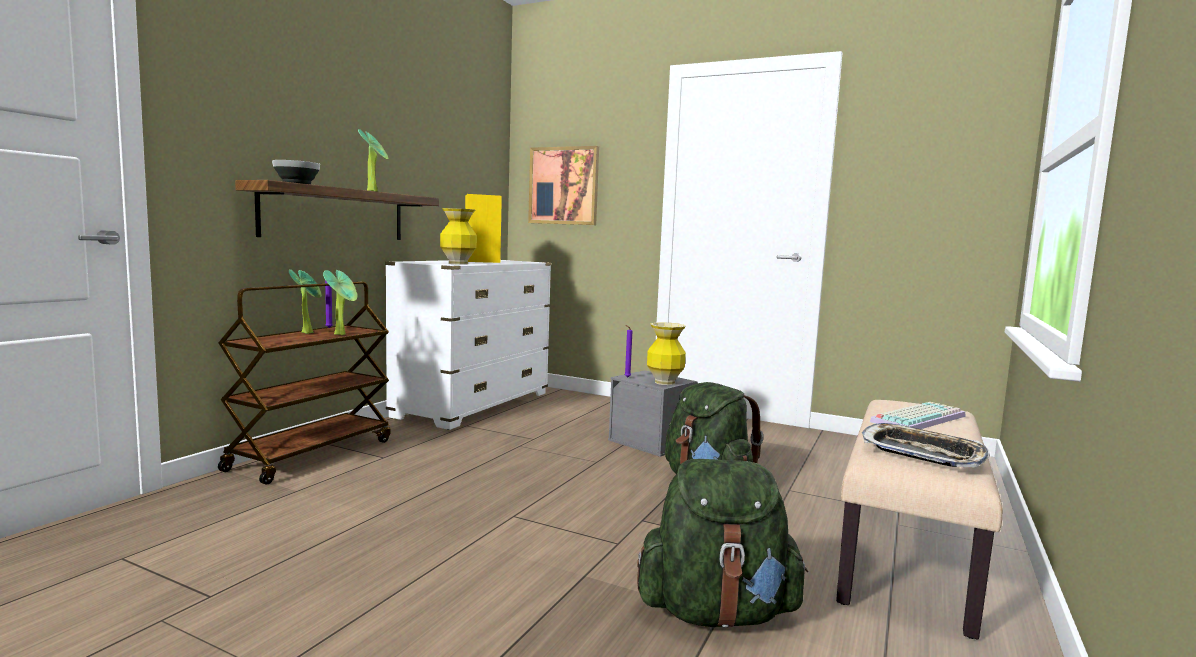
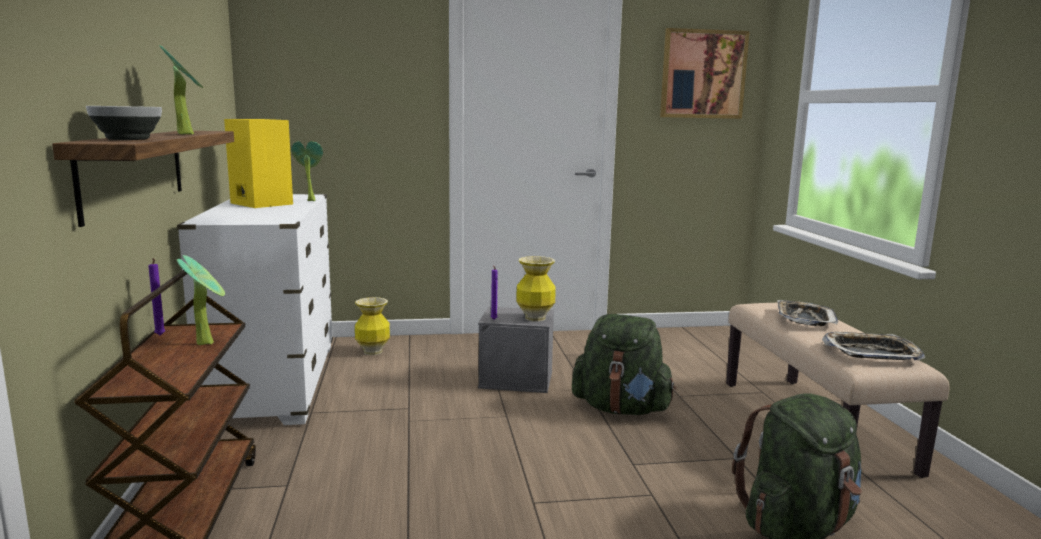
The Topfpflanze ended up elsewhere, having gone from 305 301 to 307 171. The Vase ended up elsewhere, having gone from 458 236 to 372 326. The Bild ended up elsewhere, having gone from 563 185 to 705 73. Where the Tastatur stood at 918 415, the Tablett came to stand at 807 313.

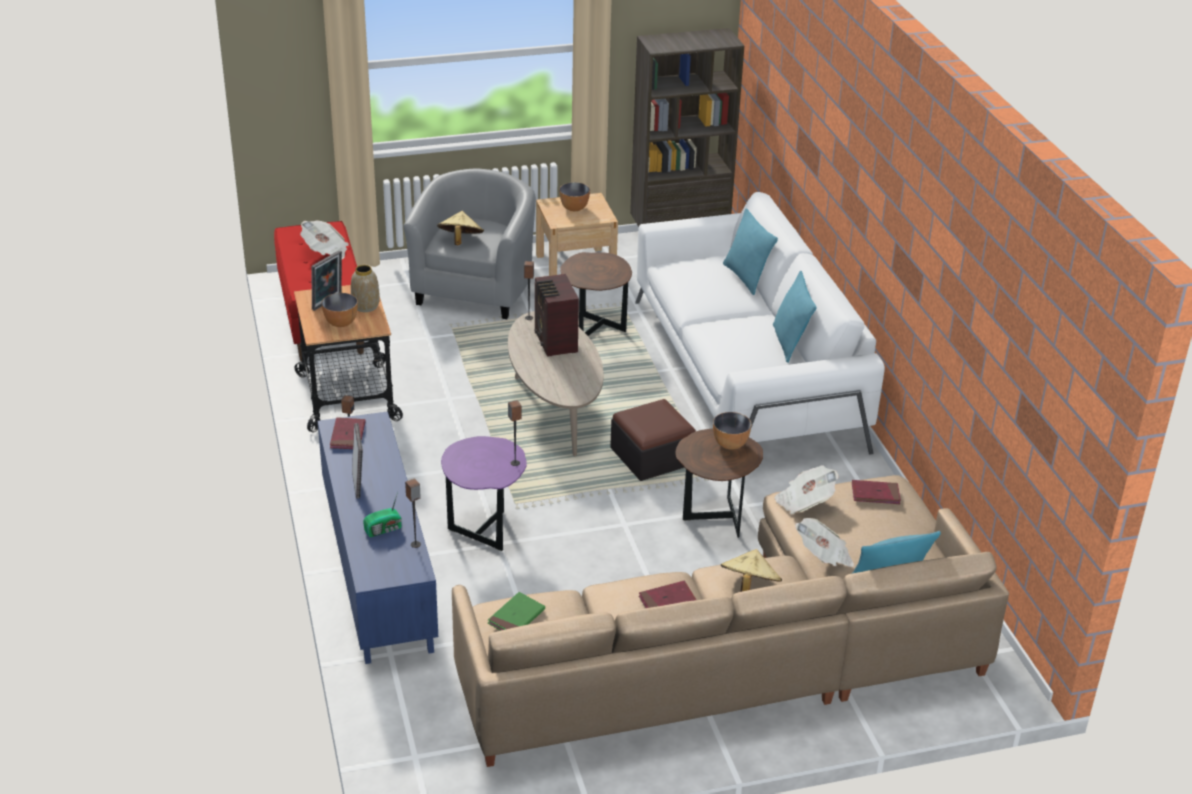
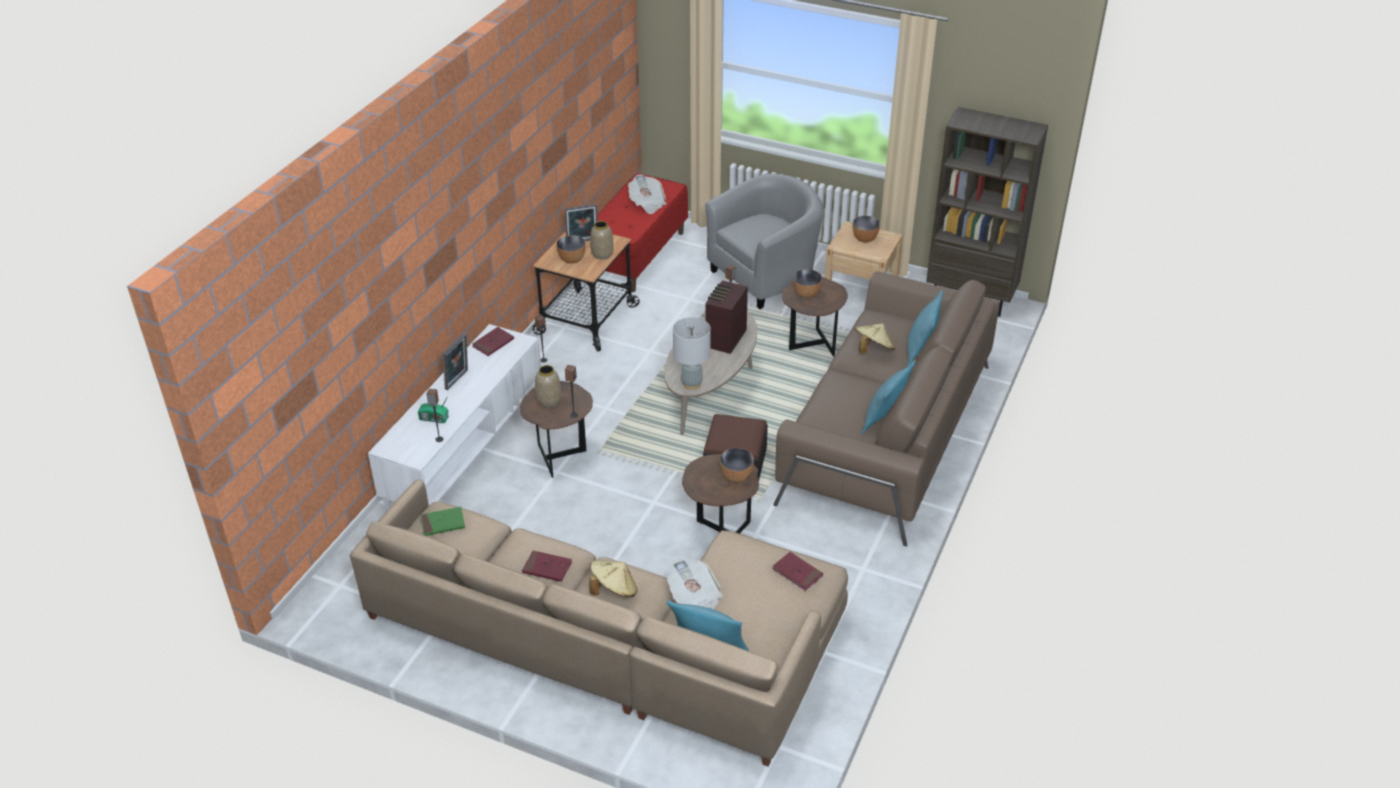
What was the Fernsehschrank [blau] at 377 537 turned into the Fernsehschrank [weiß] at 454 417. The Hut [beige] ended up elsewhere, having gone from 460 228 to 875 338. What was the Beistelltisch [lila] at 484 493 turned into the Beistelltisch [braun] at 556 429. What was the Sofa [weiß] at 760 323 turned into the Sofa [braun] at 886 408. The second view lost the Zeitung at 806 490. The second view gained the Vase at 548 386. The second view gained the Tischlampe [grau] at 692 353. The second view gained the Schüssel at 807 283.

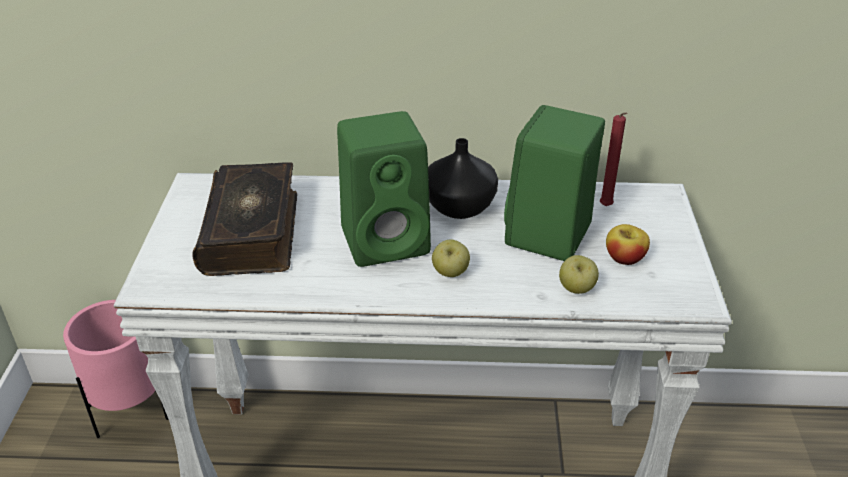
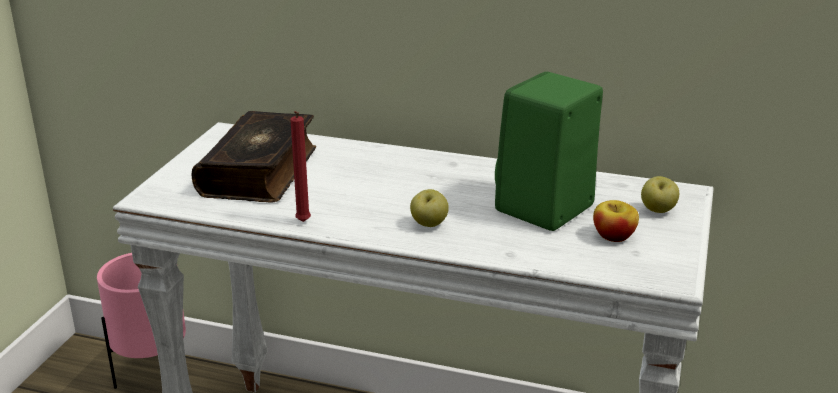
The second view lost the Lautsprecher [grün] at 384 189. The second view lost the Vase [schwarz] at 463 178. The Apfel ended up elsewhere, having gone from 579 274 to 660 194. The Kerze [rot] ended up elsewhere, having gone from 613 159 to 300 166.

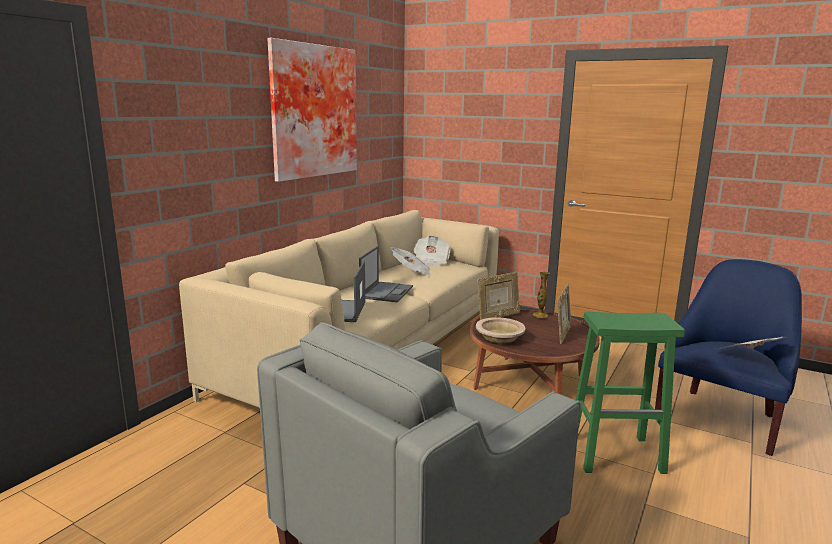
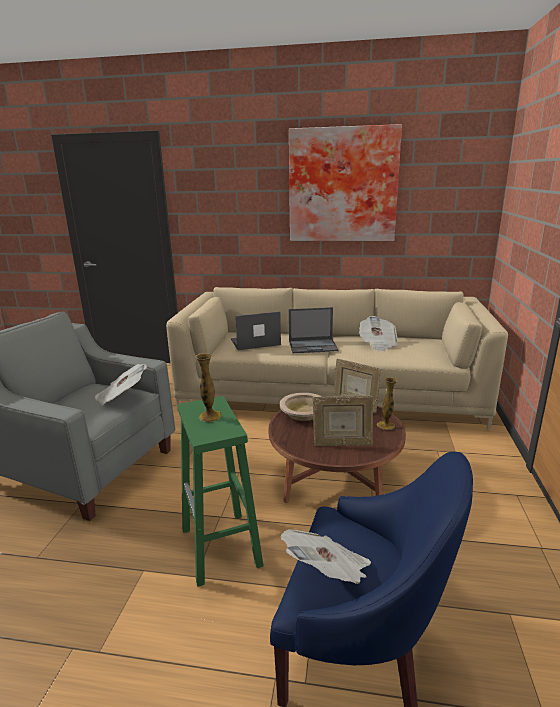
The Zeitung ended up elsewhere, having gone from 432 251 to 121 384. The second view gained the Vase at 209 387.

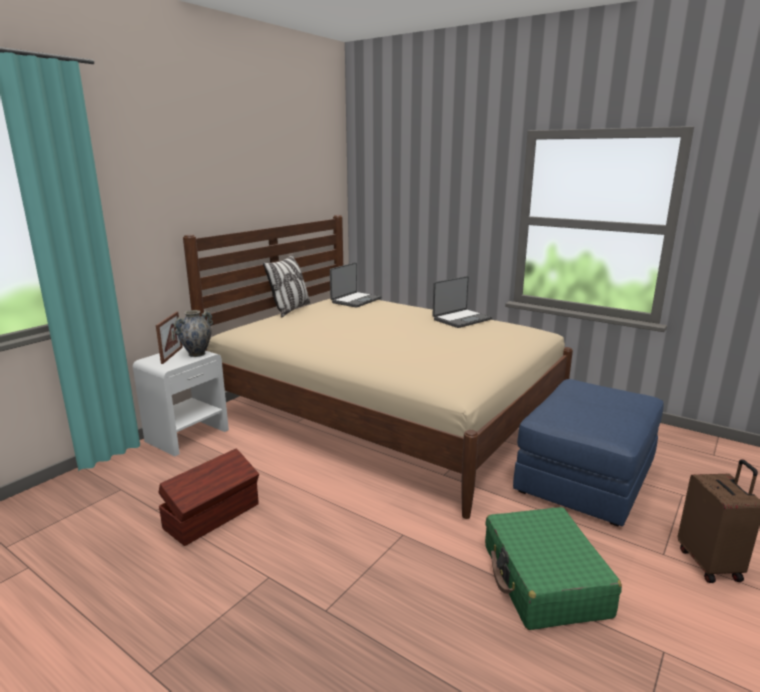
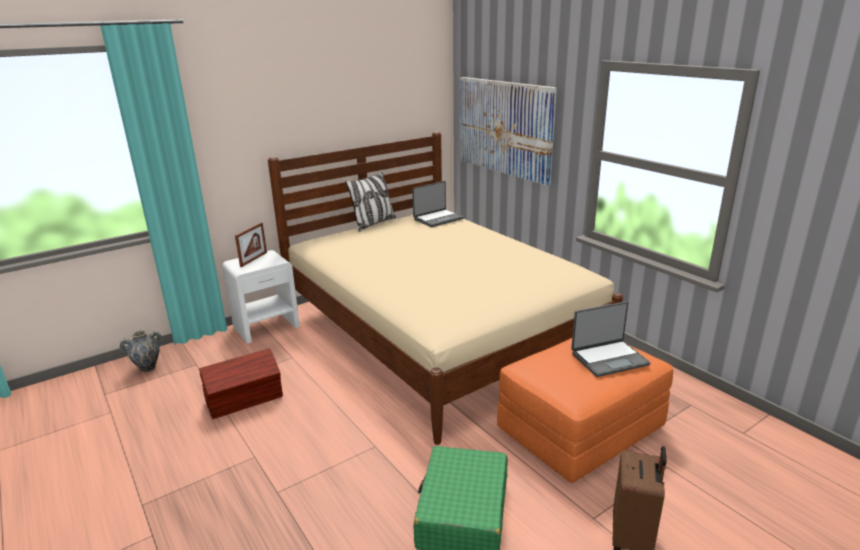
The Vase ended up elsewhere, having gone from 193 333 to 141 351. The Laptop ended up elsewhere, having gone from 462 302 to 610 339. What was the Polsterhocker [blau] at 588 452 turned into the Polsterhocker [orange] at 585 410. The second view gained the Bild at 508 131.

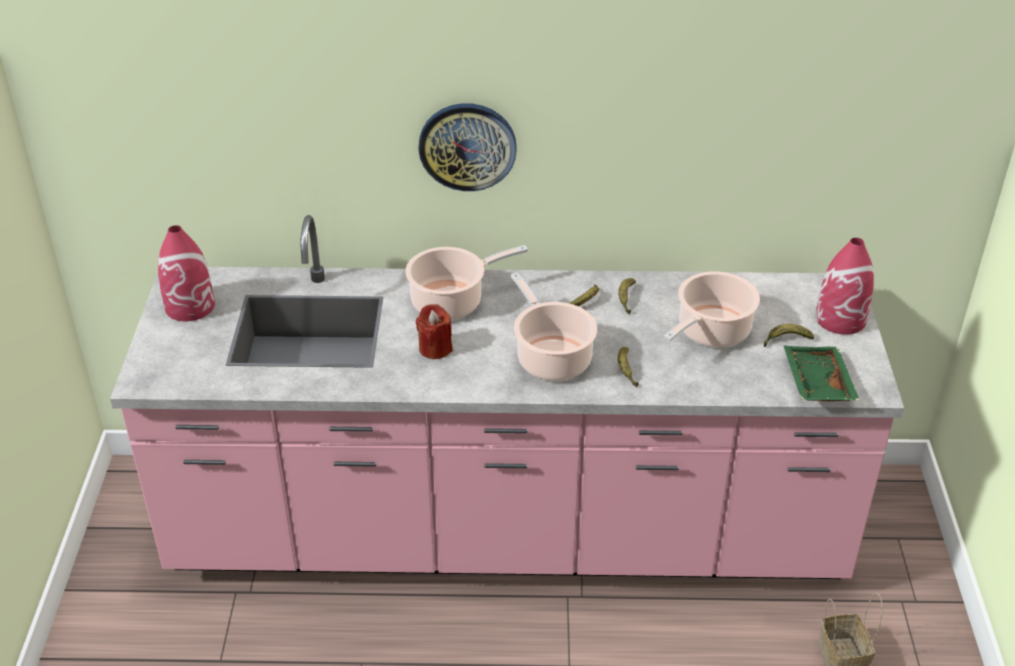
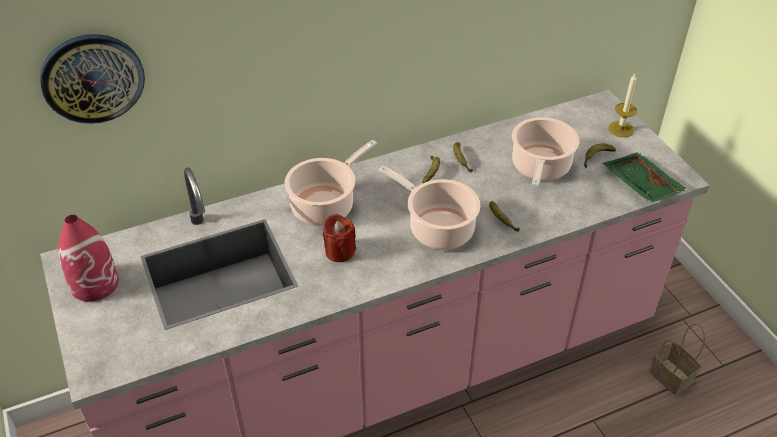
The Wanduhr ended up elsewhere, having gone from 467 147 to 92 79. Where the Vase [rot] stood at 845 286, the Kerze came to stand at 622 105.

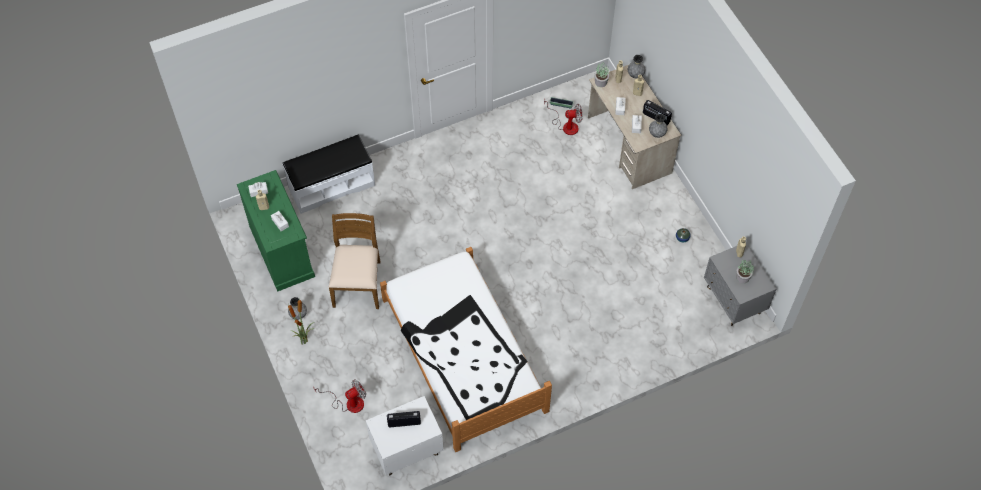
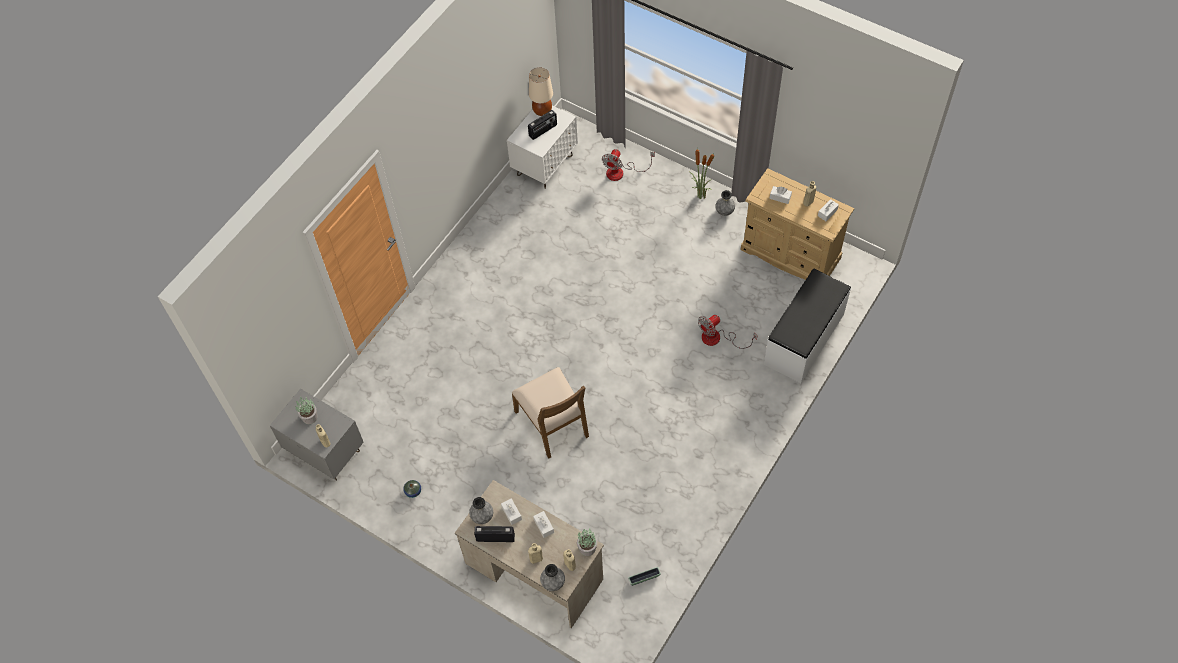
What was the Kommode [grün] at 276 231 turned into the Kommode [beige] at 797 224. The Stuhl [braun] ended up elsewhere, having gone from 354 261 to 550 413. The second view lost the Bett [weiß] at 466 349. The Ventilator ended up elsewhere, having gone from 563 116 to 727 332. The second view gained the Tischlampe [beige] at 541 91.

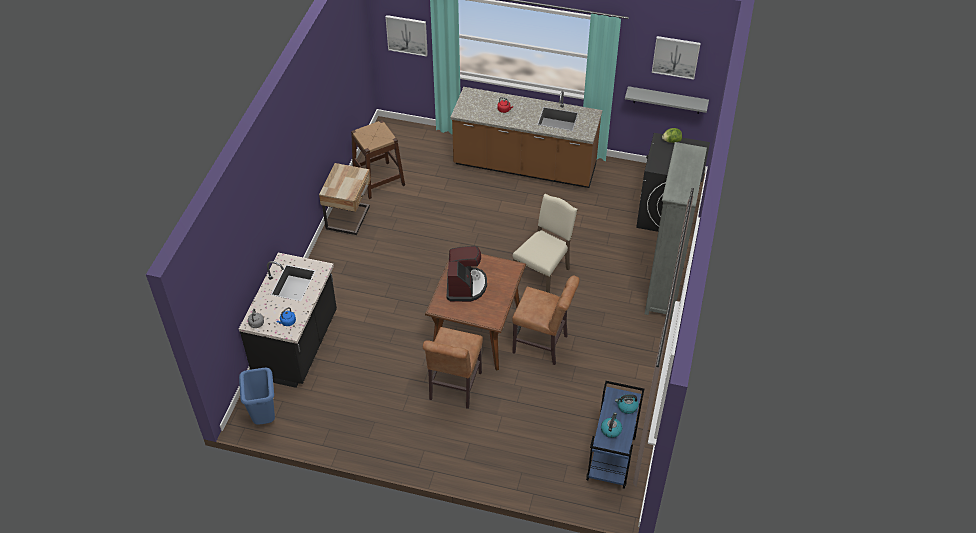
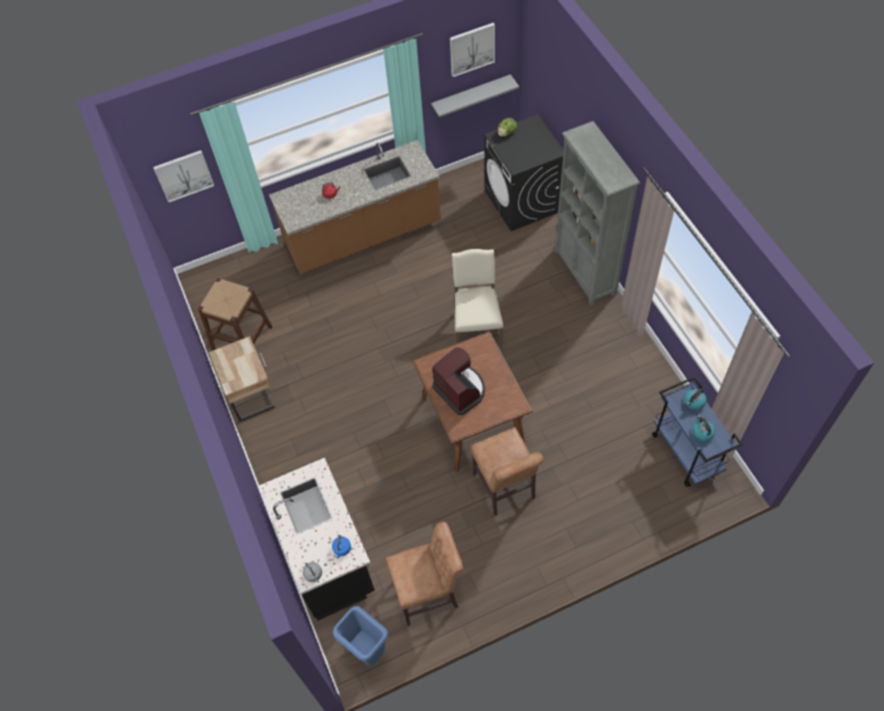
The Stuhl [braun] ended up elsewhere, having gone from 546 320 to 424 574.

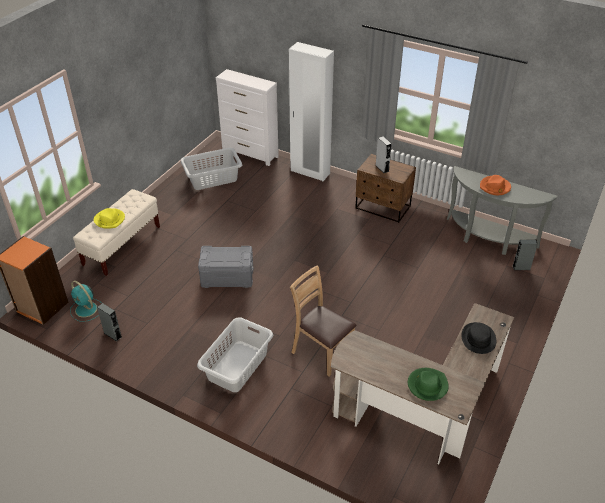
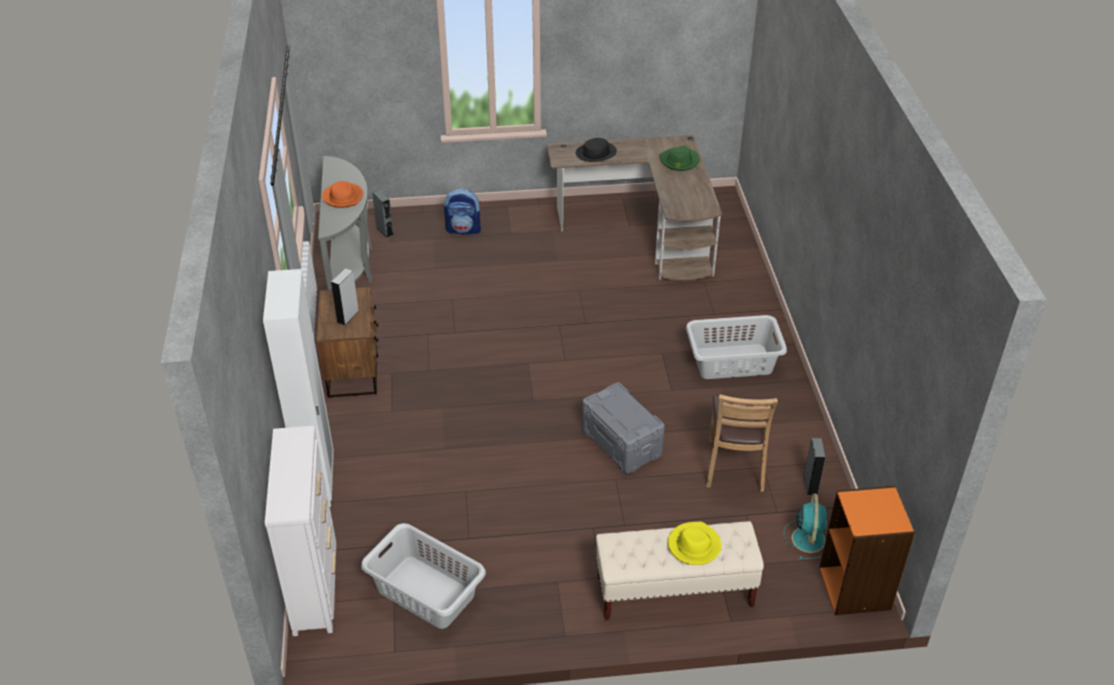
The Stuhl [braun] ended up elsewhere, having gone from 323 321 to 742 443. The second view gained the Rucksack at 462 211.

